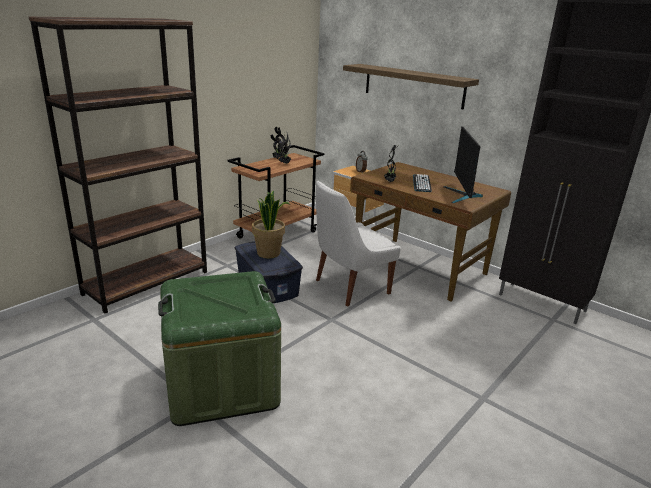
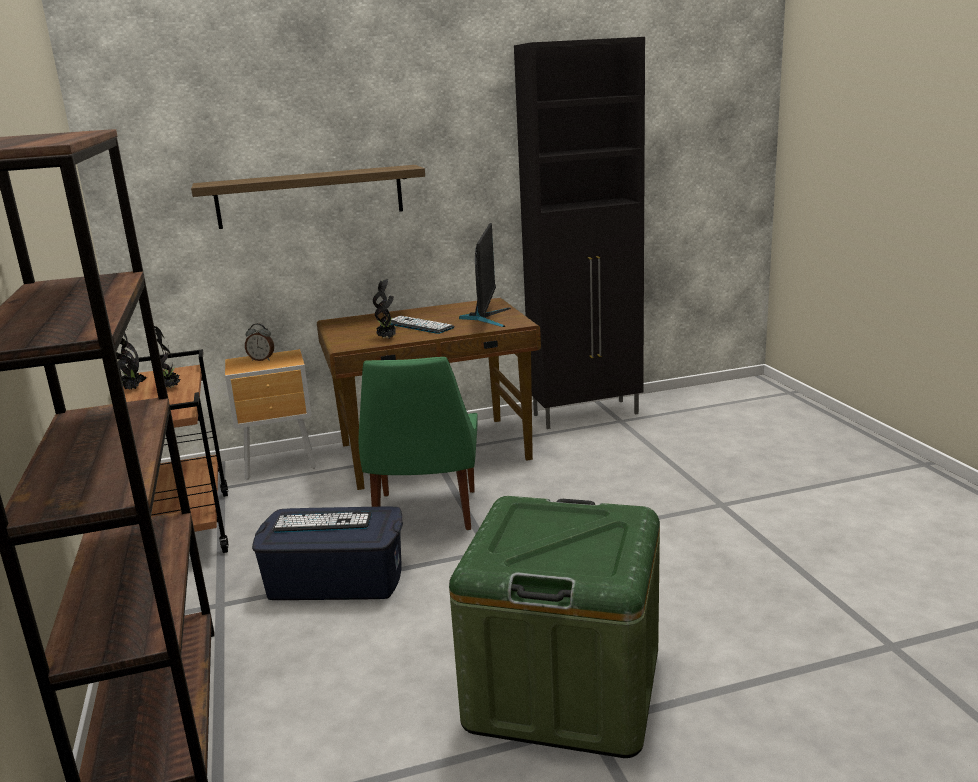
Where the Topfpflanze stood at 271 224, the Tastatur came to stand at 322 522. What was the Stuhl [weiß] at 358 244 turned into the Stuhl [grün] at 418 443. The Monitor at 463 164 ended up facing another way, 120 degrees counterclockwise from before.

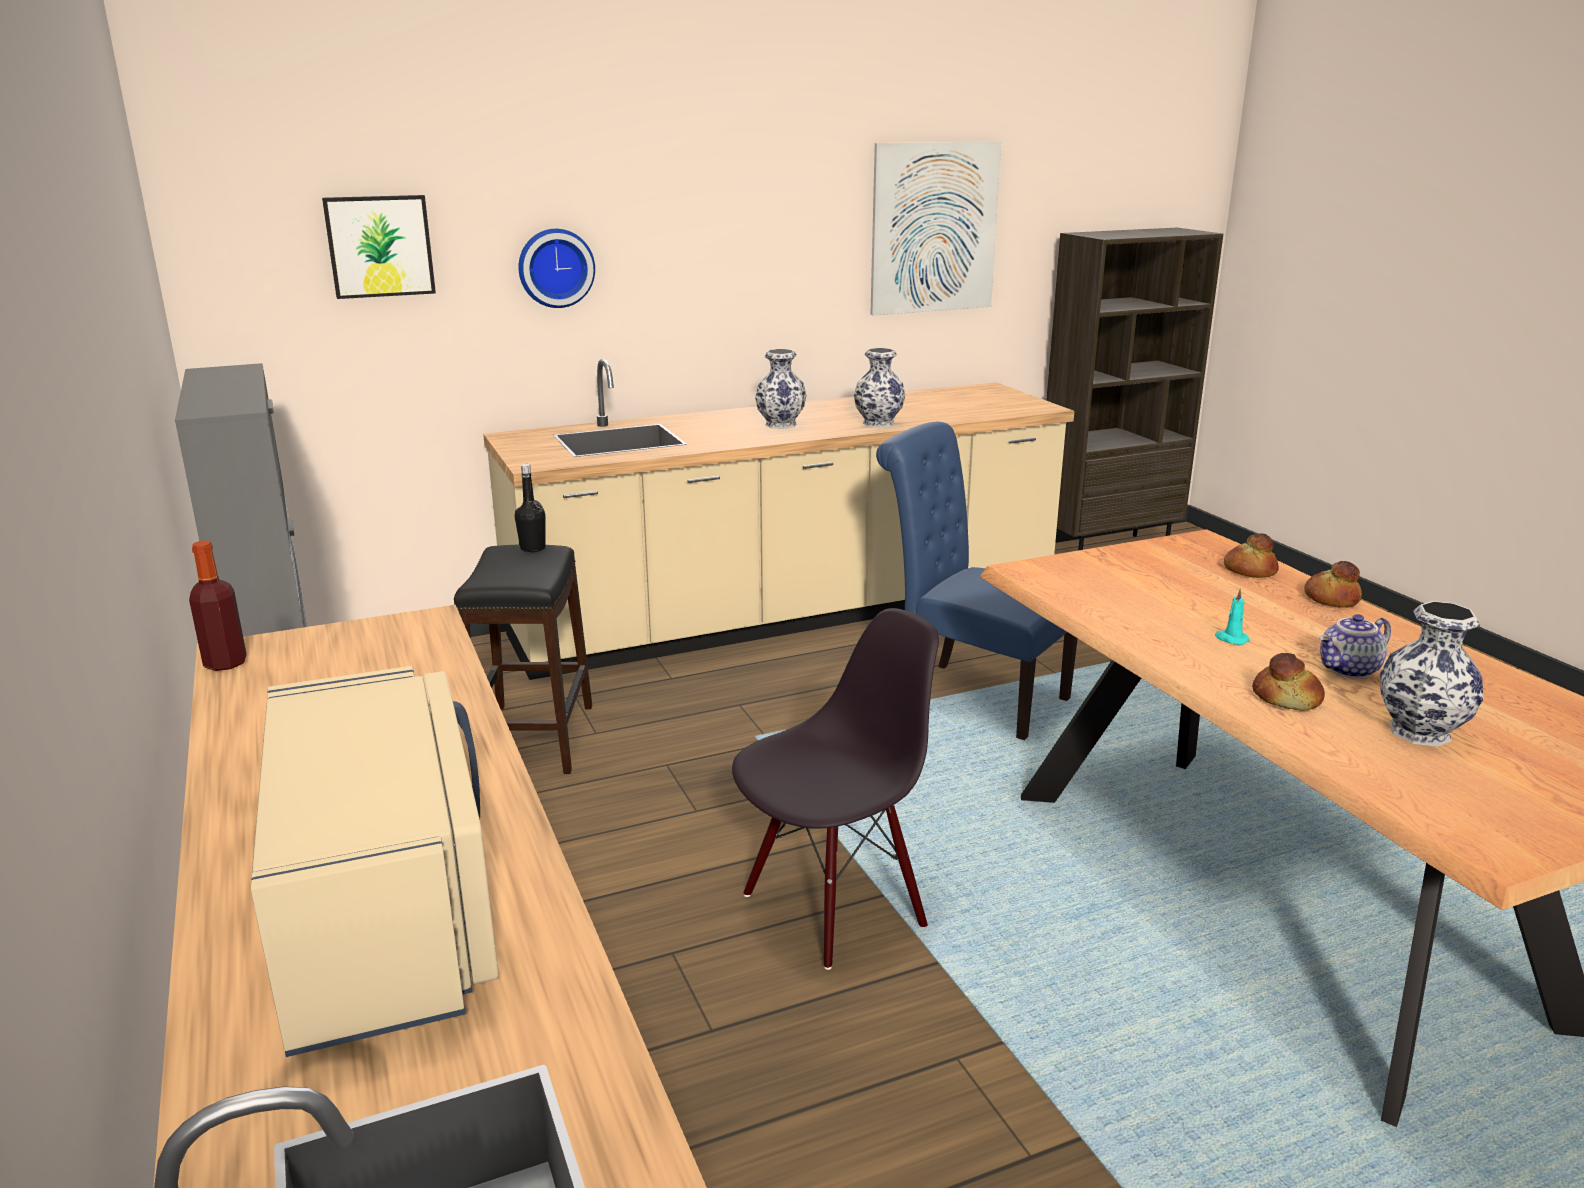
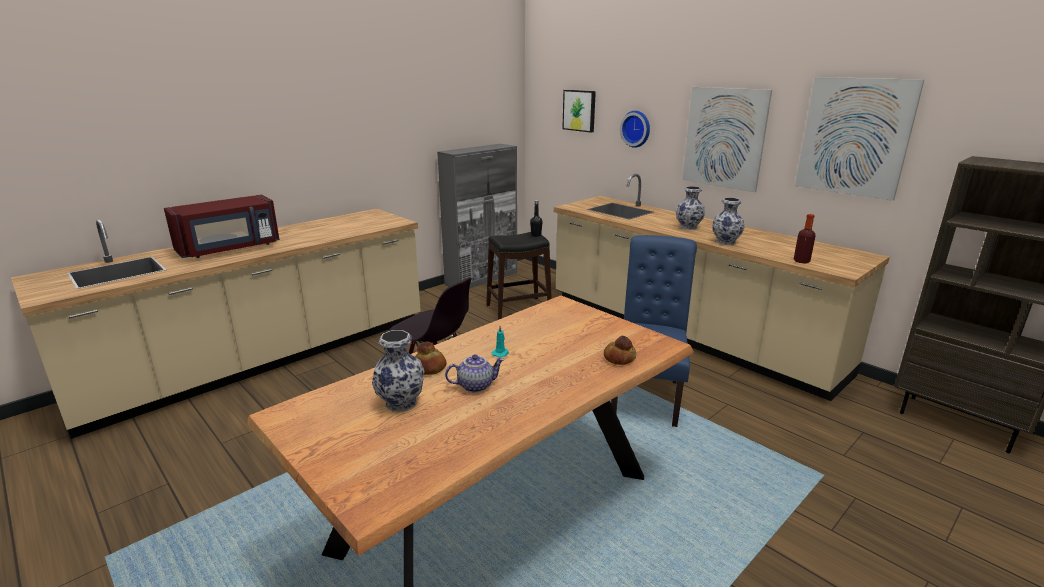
The Flasche ended up elsewhere, having gone from 218 606 to 805 238. What was the Mikrowelle [beige] at 374 861 turned into the Mikrowelle [rot] at 222 226. The second view lost the Brot at 1333 584. The Teekanne at 1355 646 ended up facing another way, 120 degrees clockwise from before. The second view gained the Bild at 727 139.

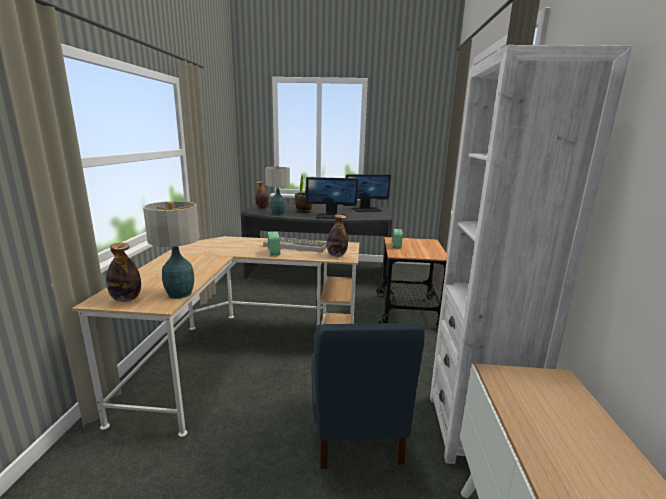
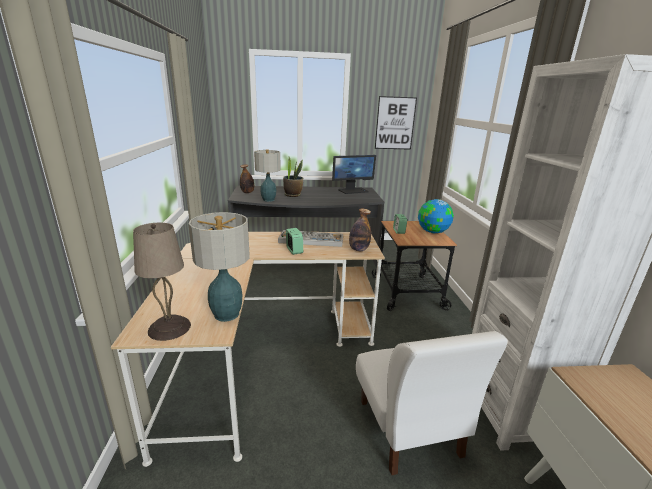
Where the Flasche stood at 123 272, the Tischlampe [beige] came to stand at 162 282. The second view lost the Monitor at 332 198. What was the Stuhl [blau] at 368 396 turned into the Stuhl [weiß] at 431 403. The second view gained the Bild at 396 123. The second view gained the Globus at 436 216.

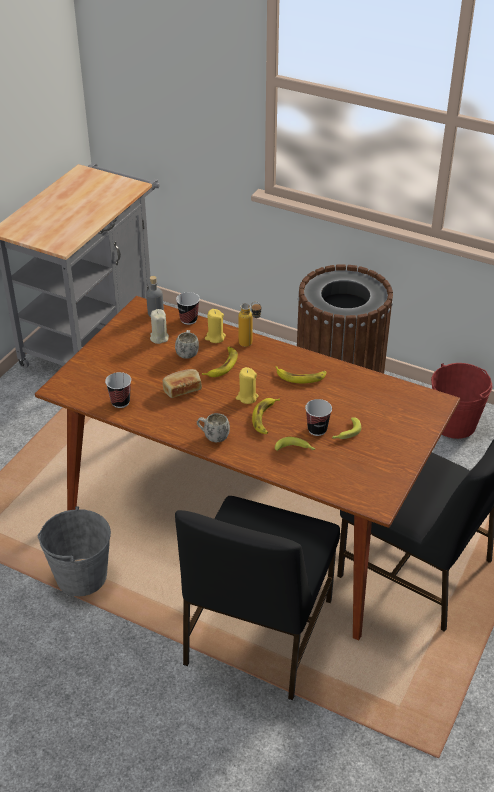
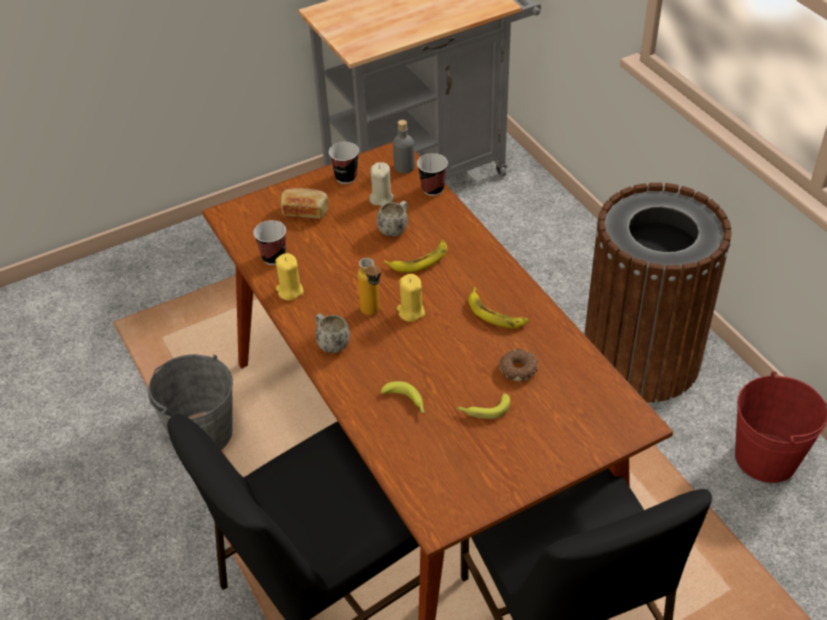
The Brot ended up elsewhere, having gone from 182 383 to 304 203. The Kerze [gelb] ended up elsewhere, having gone from 215 326 to 289 276. The Flasche ended up elsewhere, having gone from 250 324 to 369 286. The second view lost the Banane at 266 416. The Tasse ended up elsewhere, having gone from 318 417 to 344 163. The second view gained the Donut at 518 365.

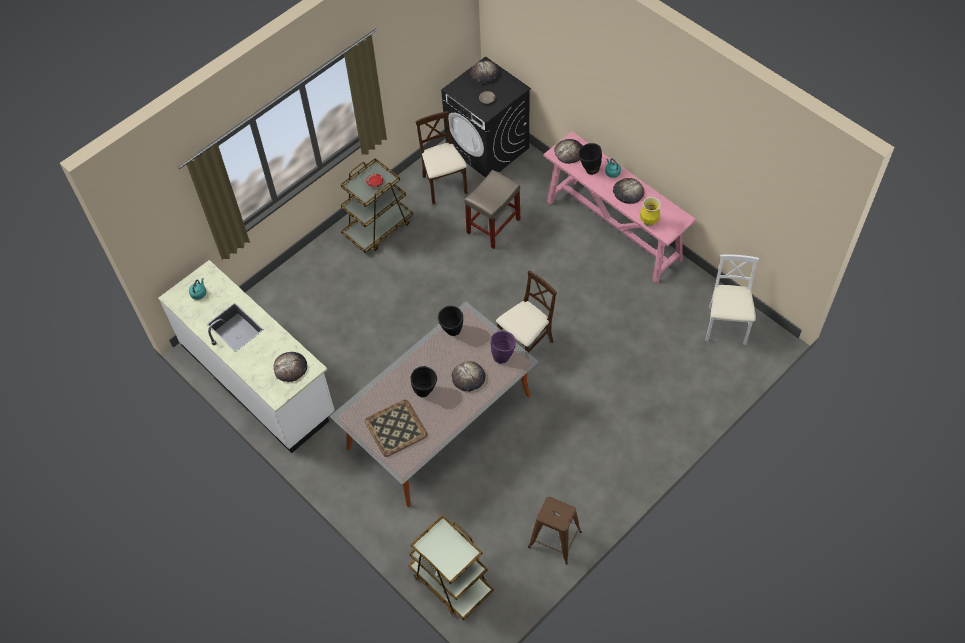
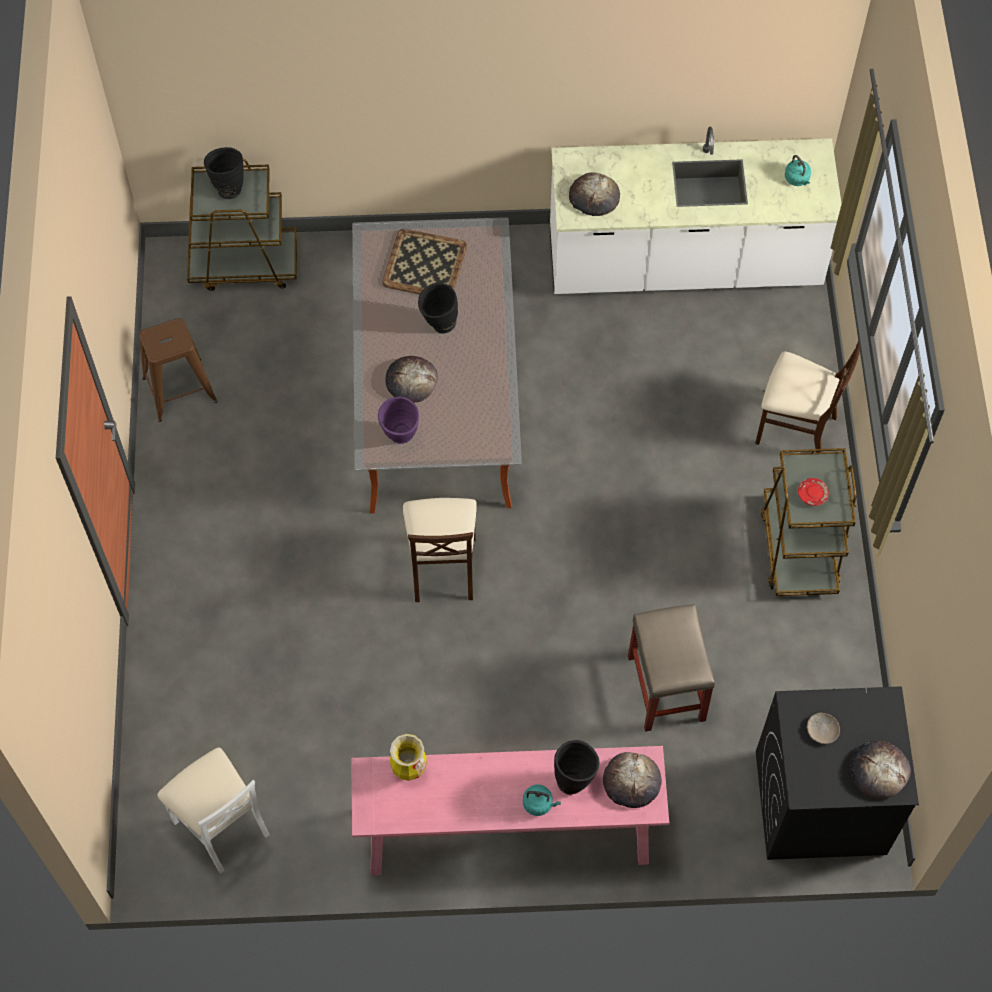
The Stuhl [beige] ended up elsewhere, having gone from 441 158 to 807 396. The Vase [schwarz] ended up elsewhere, having gone from 450 321 to 224 173. The second view lost the Brot at 628 191.

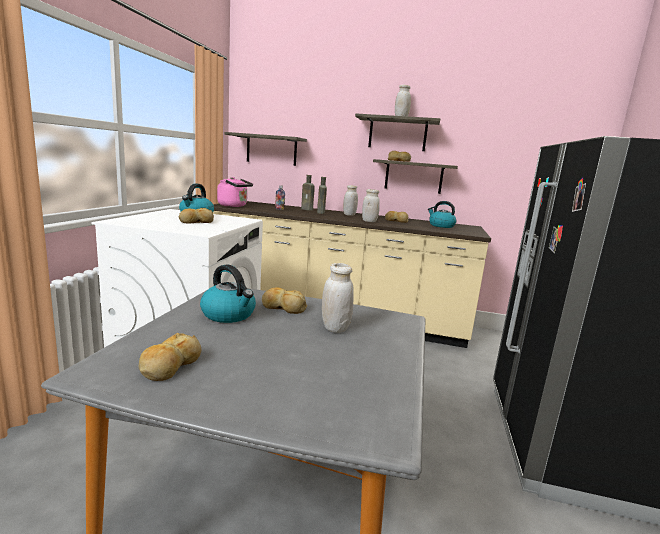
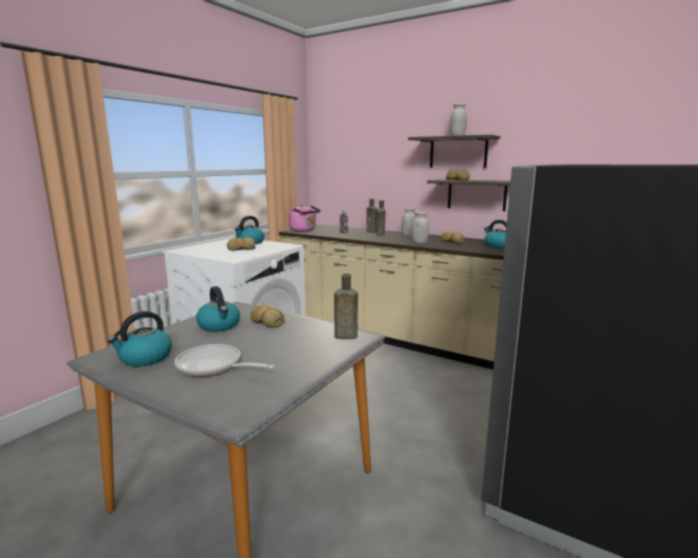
Where the Brot stood at 169 357, the Wasserkessel came to stand at 139 339. The second view lost the Wandregal at 266 149. The second view lost the Vorratsglas [weiß] at 338 298. The second view gained the Pfanne at 225 360. The second view gained the Flasche [braun] at 346 306.

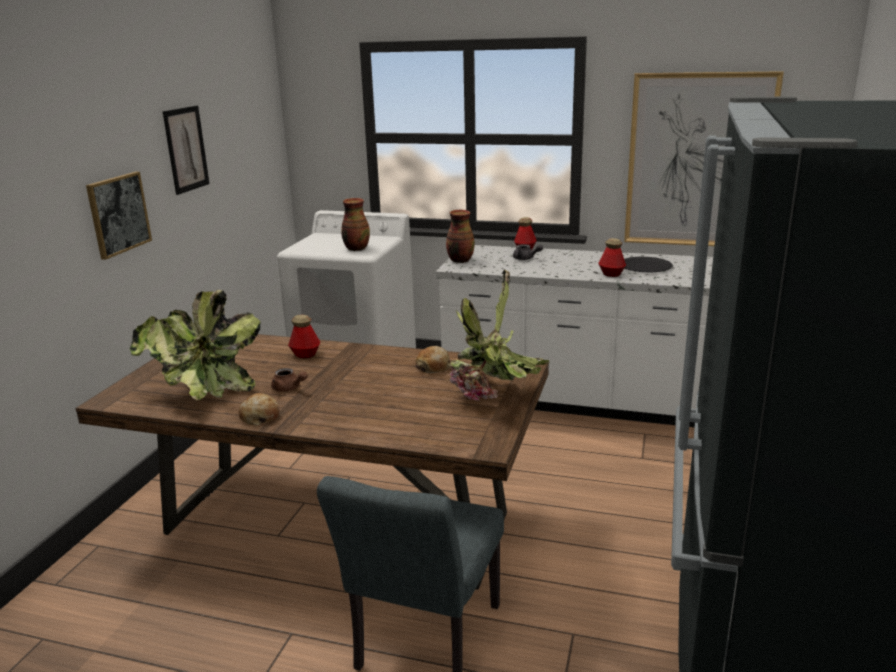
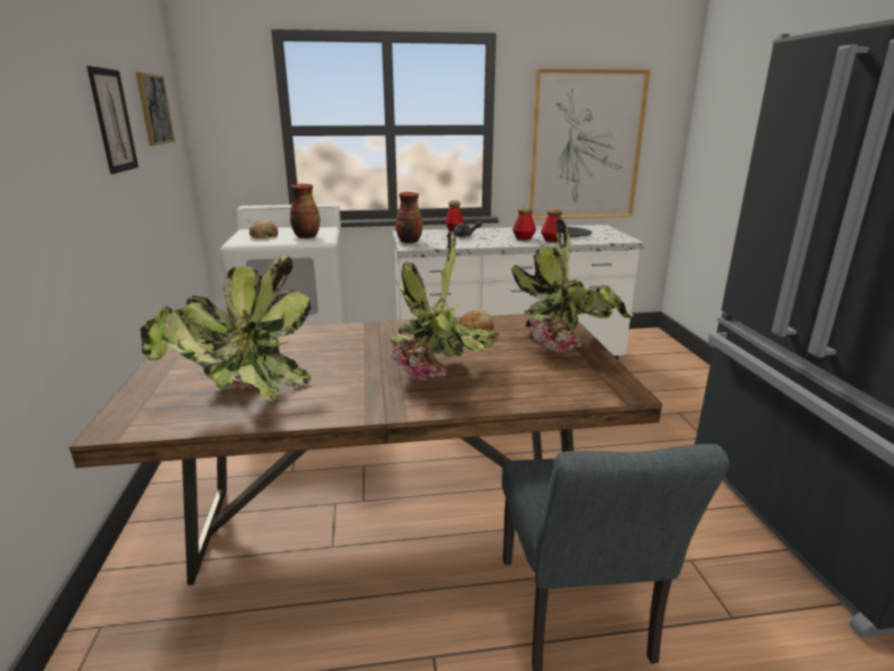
The Bild ended up elsewhere, having gone from 119 216 to 155 109. The Brot ended up elsewhere, having gone from 259 409 to 263 229. The second view lost the Teekanne [braun] at 289 380. The Flasche ended up elsewhere, having gone from 304 336 to 524 223. The second view gained the Topfpflanze at 444 305.

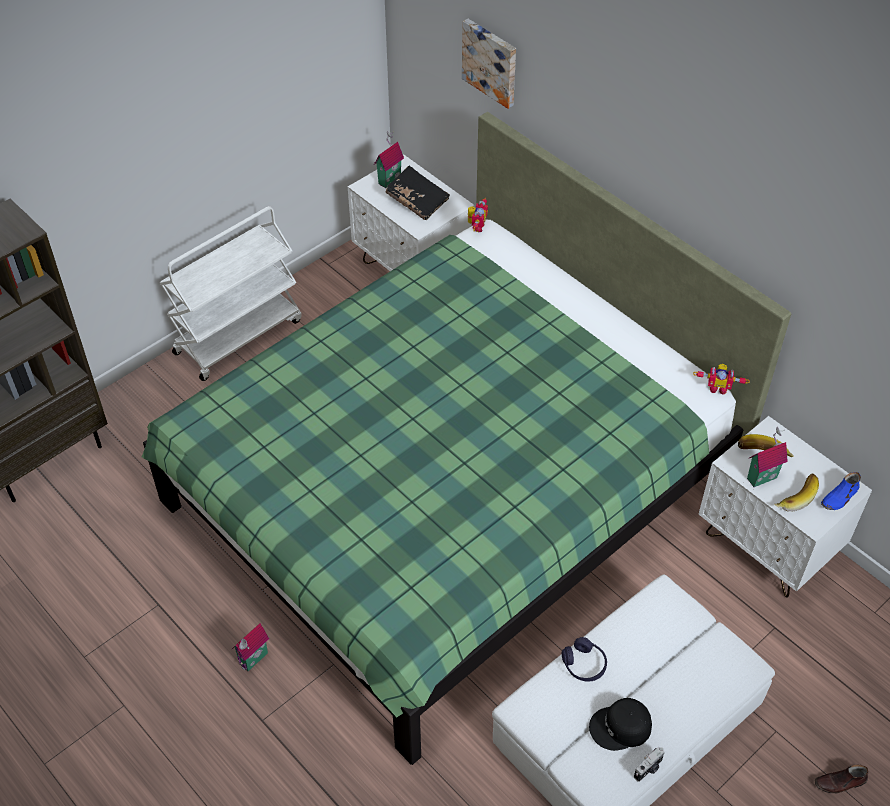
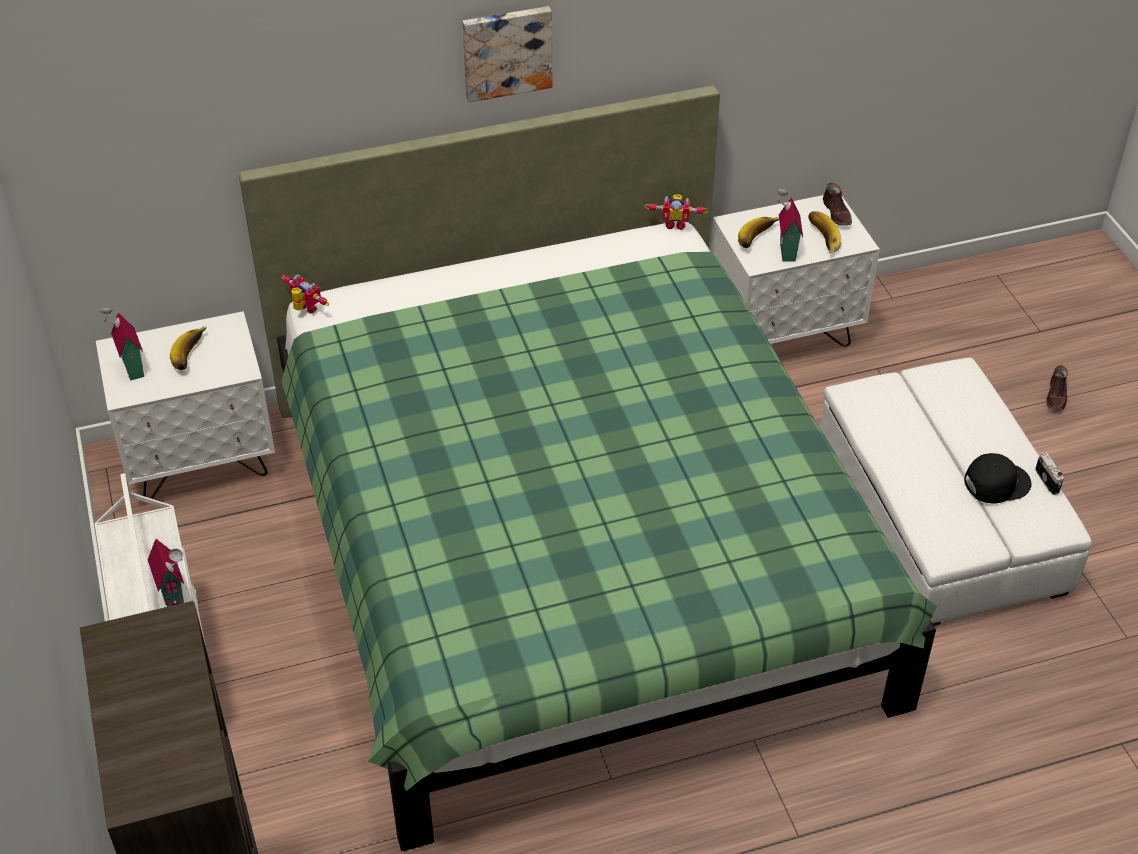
The Spielzeughaus ended up elsewhere, having gone from 250 647 to 166 573. Where the Buch [schwarz] stood at 417 193, the Banane came to stand at 188 348. The Bild ended up elsewhere, having gone from 489 64 to 507 54. The second view lost the Kopfhörer [lila] at 584 659. The Kappe [schwarz] at 620 724 ended up facing another way, 120 degrees counterclockwise from before. The Spielzeugroboter at 721 379 ended up facing another way, 60 degrees clockwise from before. What was the Schuh [blau] at 841 491 turned into the Schuh [braun] at 837 204.

